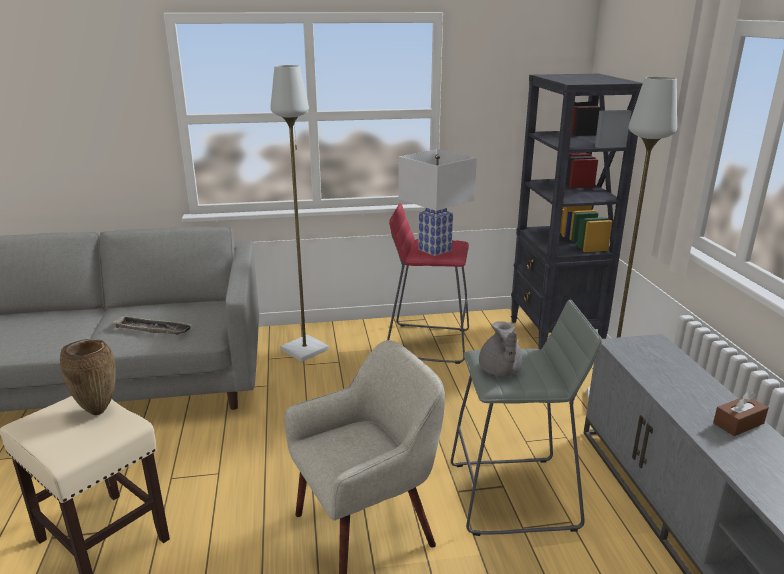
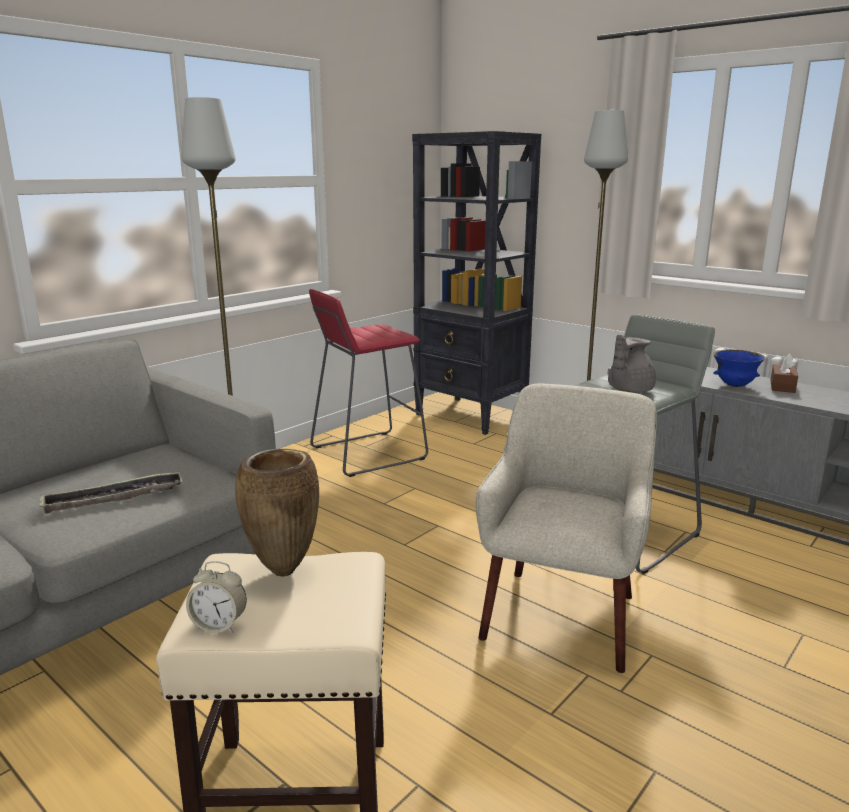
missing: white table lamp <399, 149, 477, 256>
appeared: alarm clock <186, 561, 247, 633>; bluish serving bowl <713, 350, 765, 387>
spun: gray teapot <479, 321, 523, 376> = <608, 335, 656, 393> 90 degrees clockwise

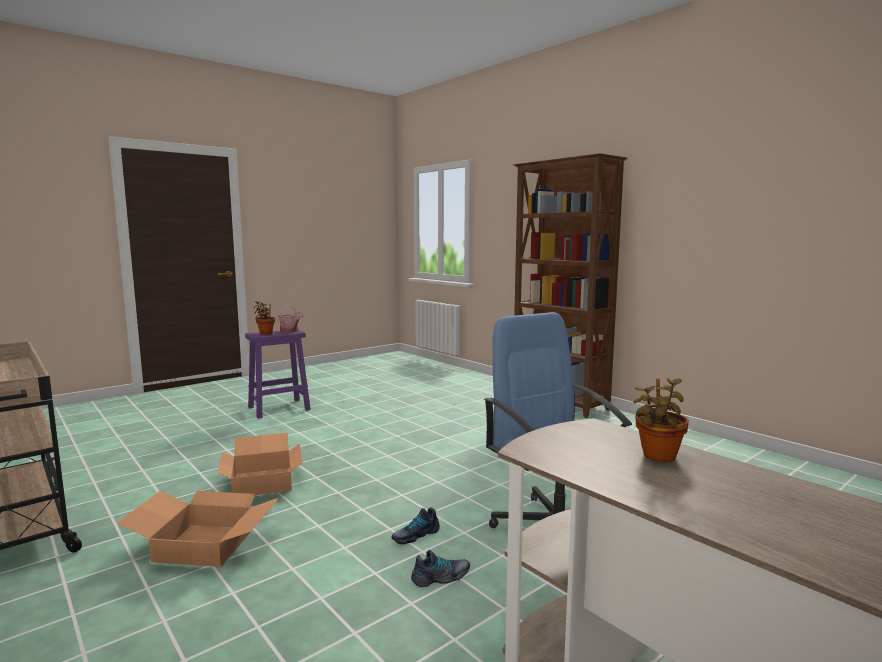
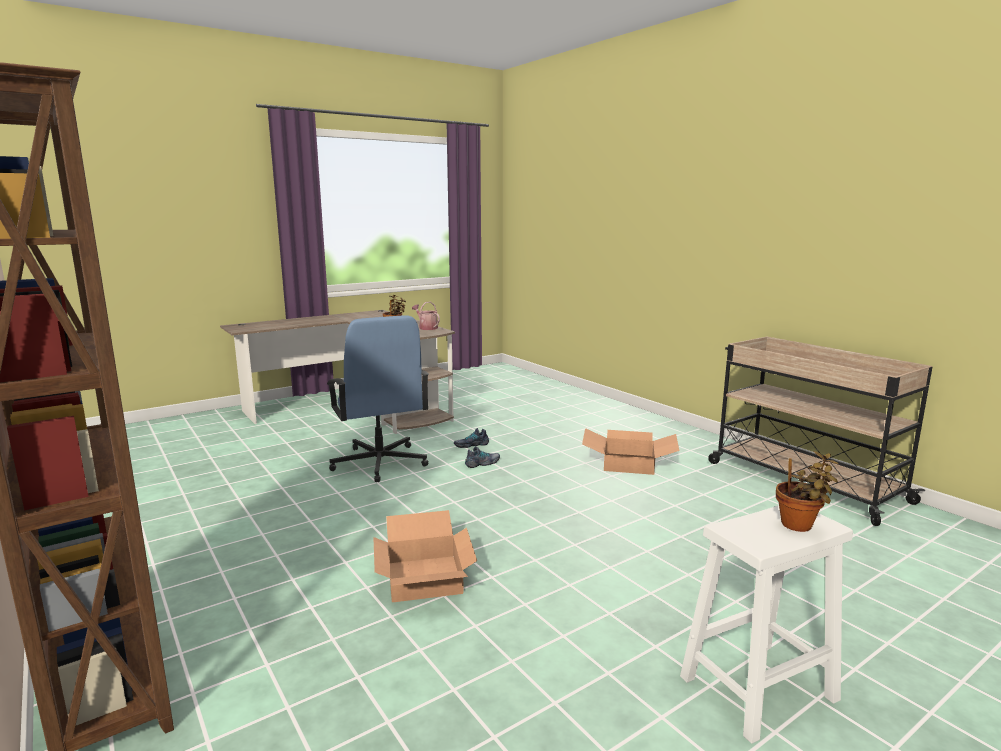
relocated: carton <217, 433, 302, 495> to <373, 510, 477, 602>; sprinkling can <279, 305, 304, 333> to <412, 302, 440, 330>
colour: purplish stool <245, 329, 311, 419> to white stool <680, 505, 853, 744>

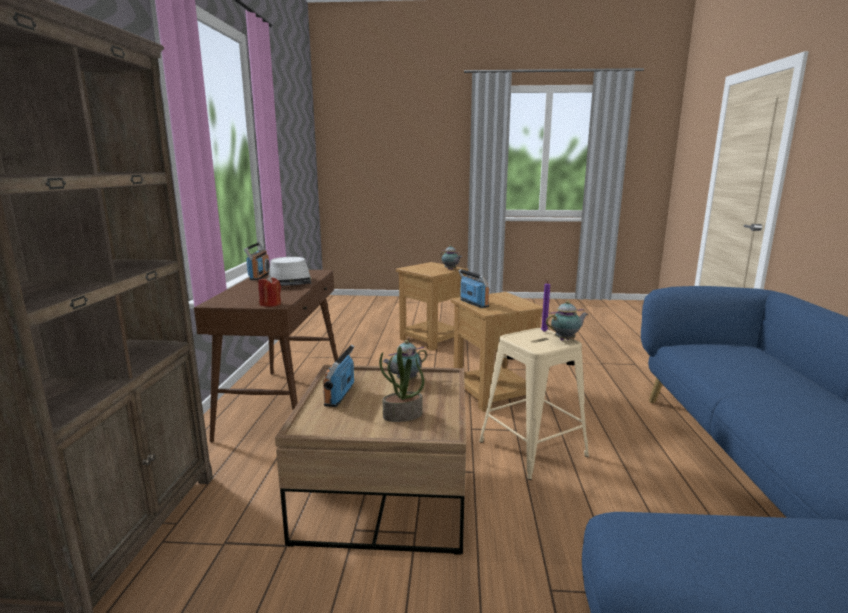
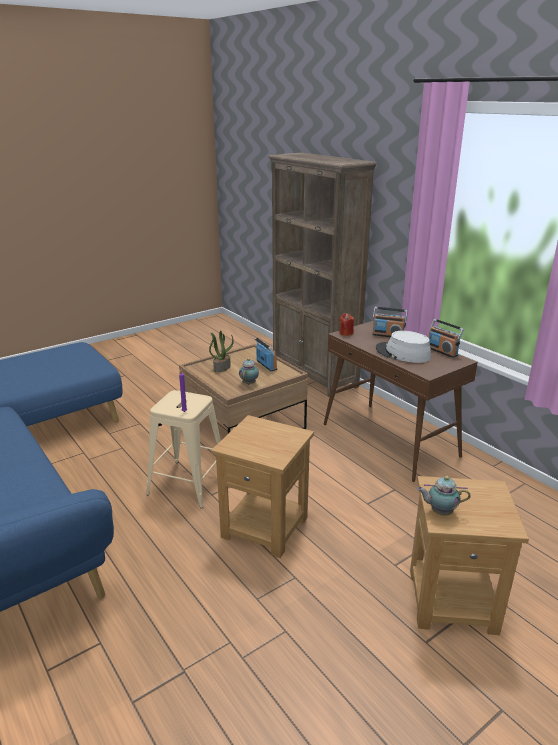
missing: teapot <546, 300, 589, 341>
relocated: radio receiver <459, 269, 489, 308> to <372, 307, 408, 337>

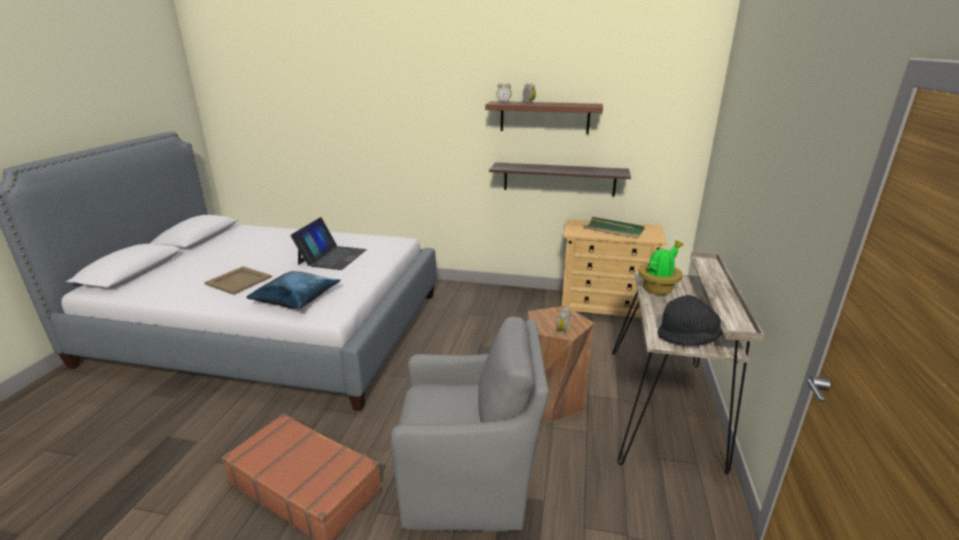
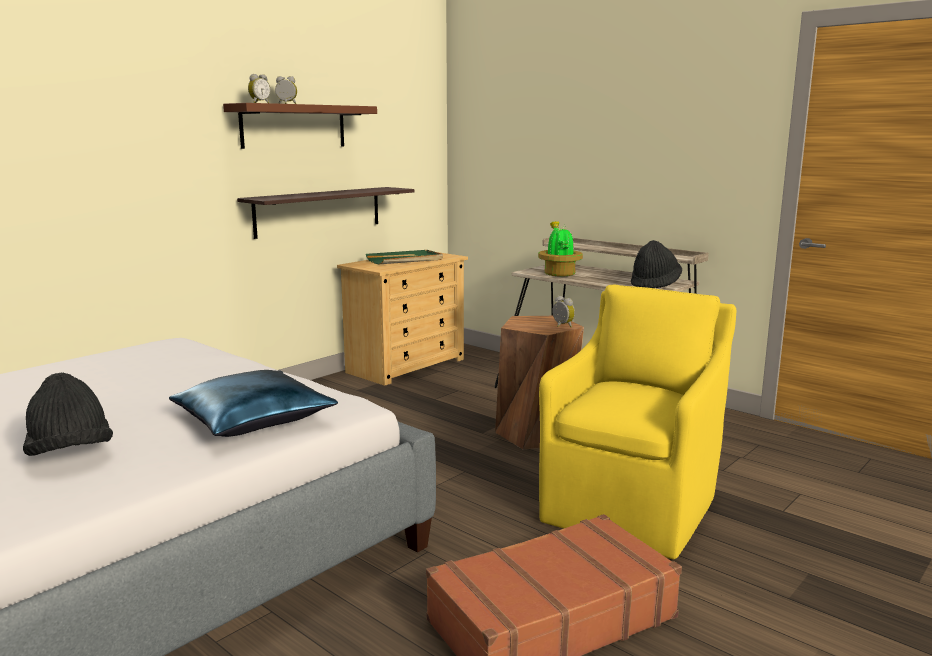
missing: laptop <290, 217, 367, 270>
exchanged: beige serving tray <204, 266, 272, 295> to blackish hat <23, 372, 113, 456>
colour: gray armchair <391, 317, 549, 531> to yellow armchair <539, 284, 736, 559>

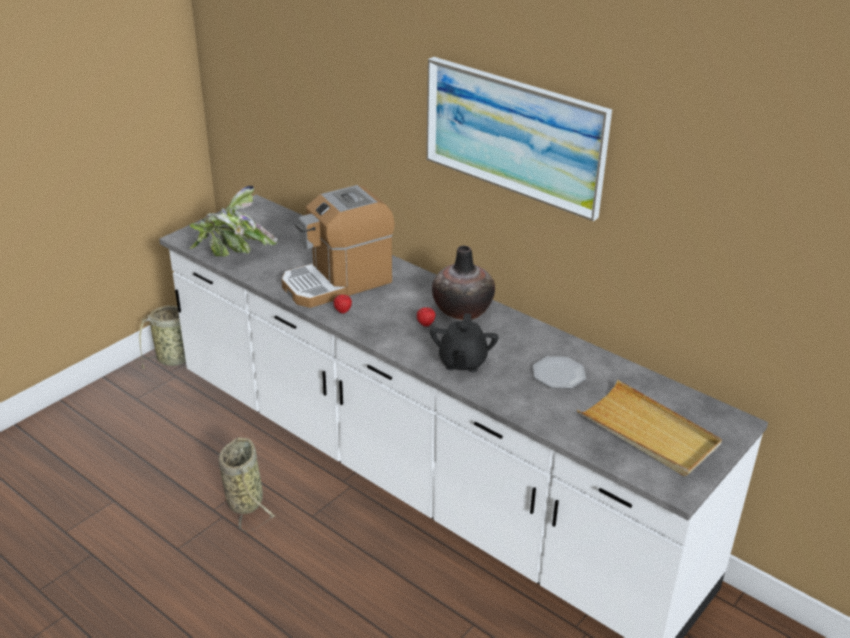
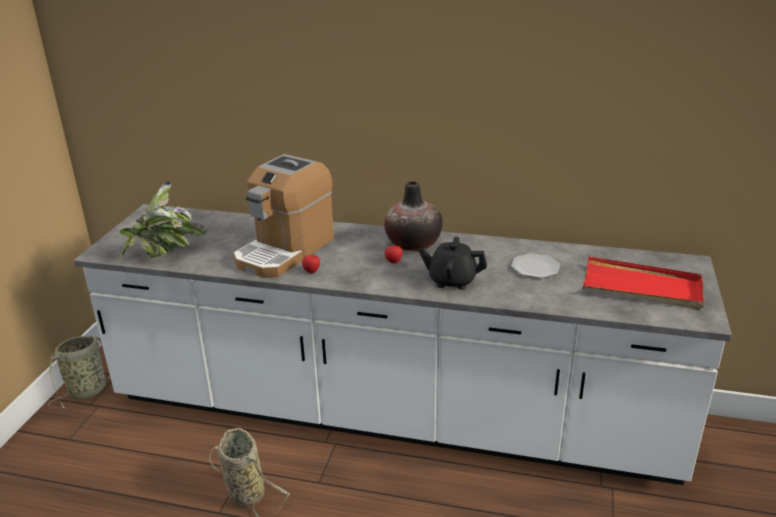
missing: wall picture <426, 57, 612, 221>
colour: beige serving tray <577, 380, 722, 476> to red-coloured serving tray <583, 256, 704, 310>
spun: blackish teapot <430, 313, 499, 373> = <418, 237, 487, 290> 120 degrees clockwise

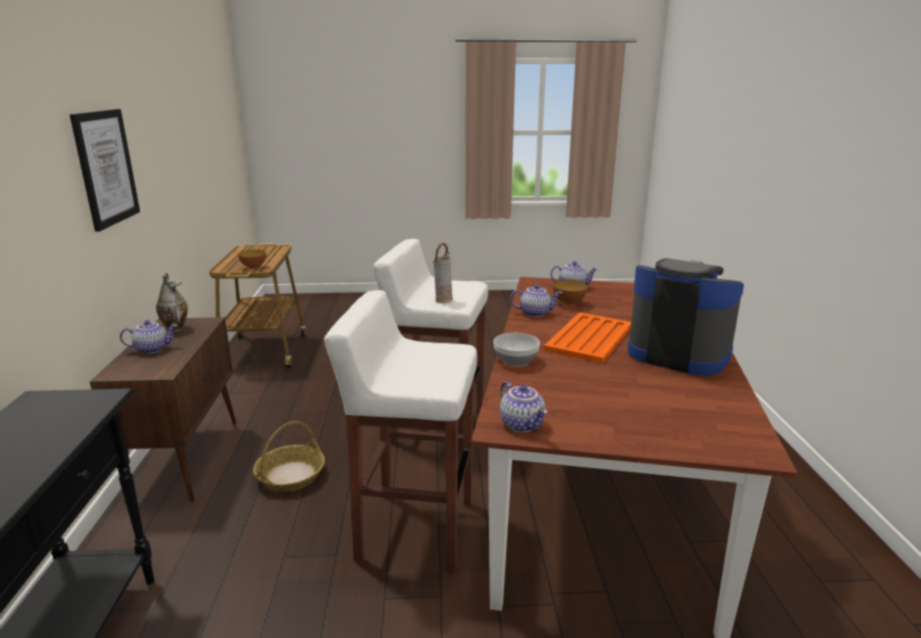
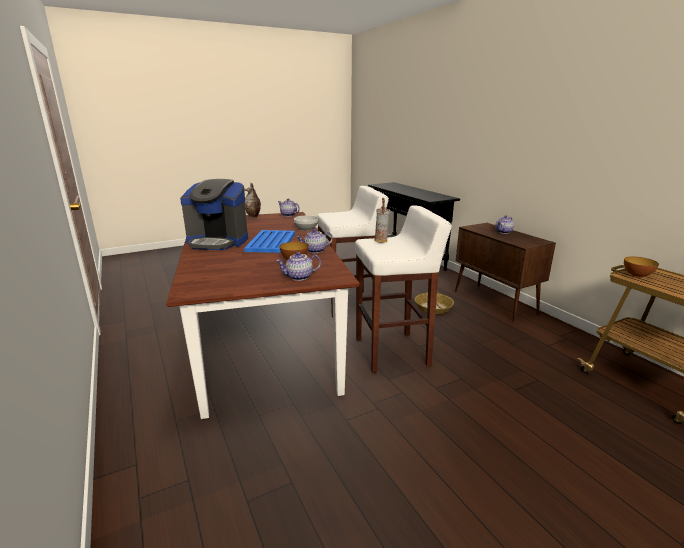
missing: wall picture <70, 109, 140, 232>
relocated: decorative vase <156, 273, 188, 332> to <244, 183, 261, 218>
colour: orange-coloured serving tray <544, 312, 631, 364> to bluish serving tray <244, 230, 295, 253>

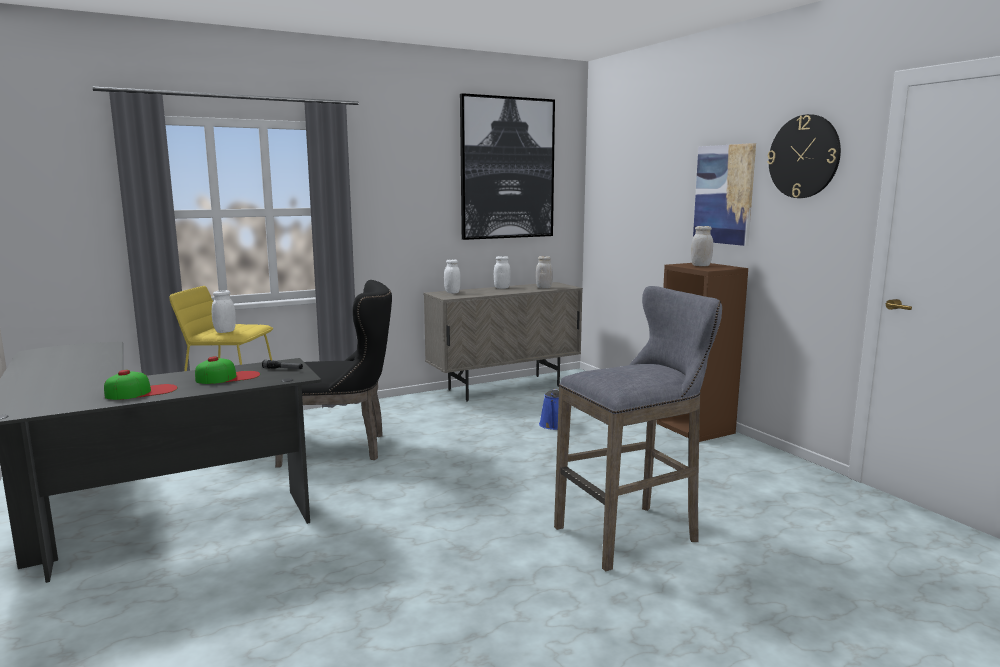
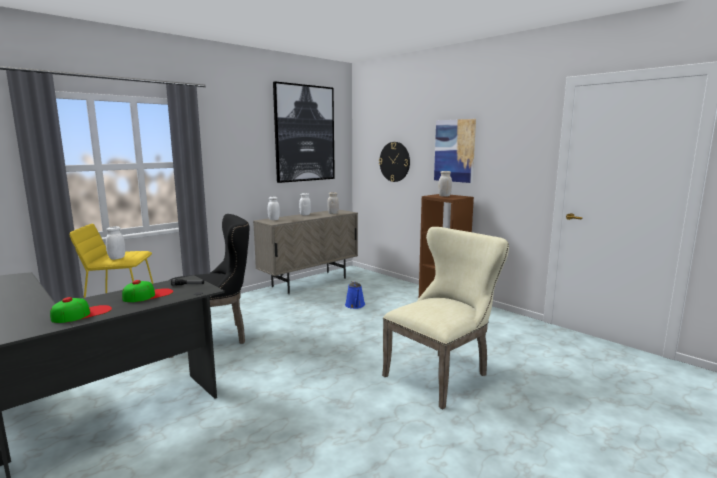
relocated: wall clock <767, 114, 841, 198> to <379, 142, 410, 182>
exchanged: gray stool <554, 286, 722, 572> to beige chair <382, 227, 509, 409>

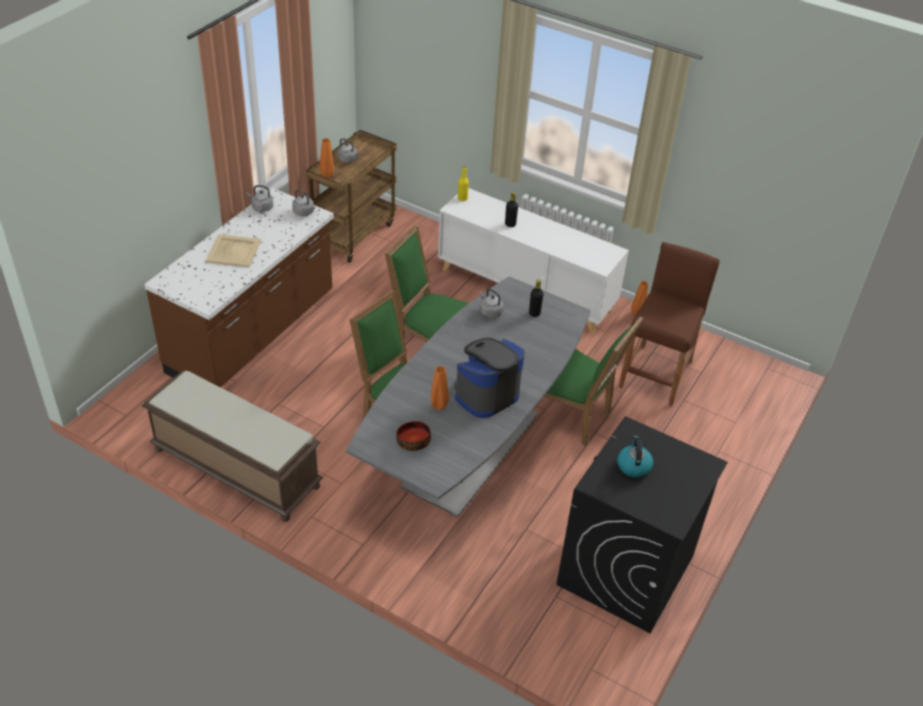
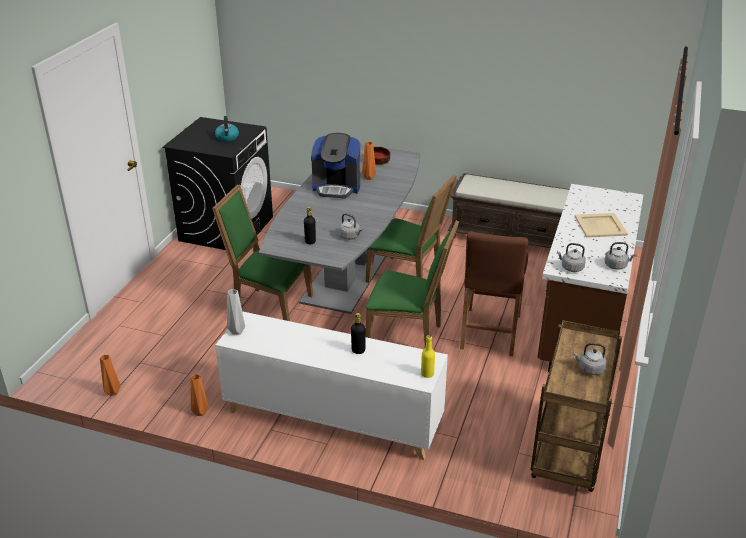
appeared: gray decorative vase <227, 289, 245, 335>
relocated: orange-coloured decorative vase <319, 138, 334, 178> to <100, 355, 120, 396>; brownish stool <619, 242, 720, 406> to <460, 231, 528, 356>
spun: coffee brewer <454, 338, 525, 418> = <311, 133, 360, 198> 60 degrees clockwise

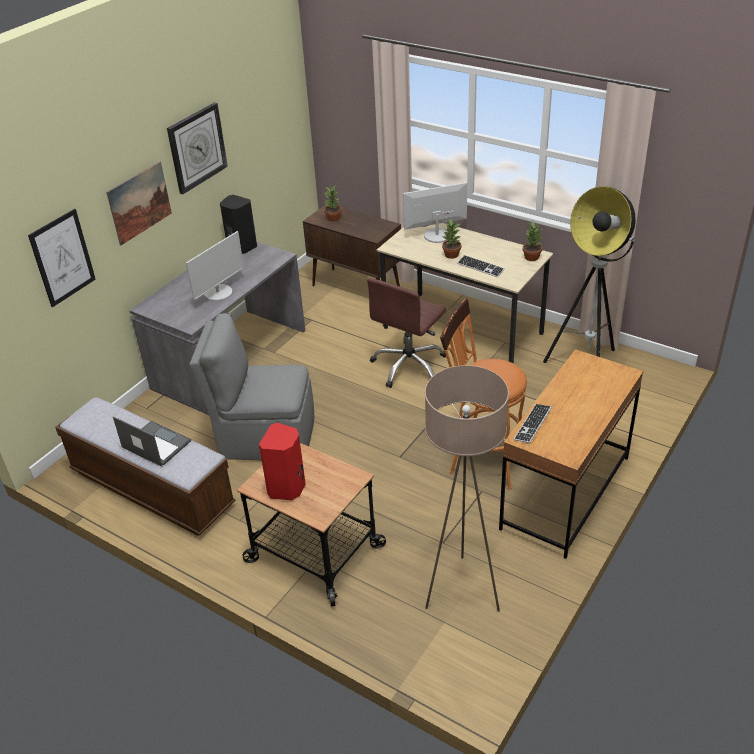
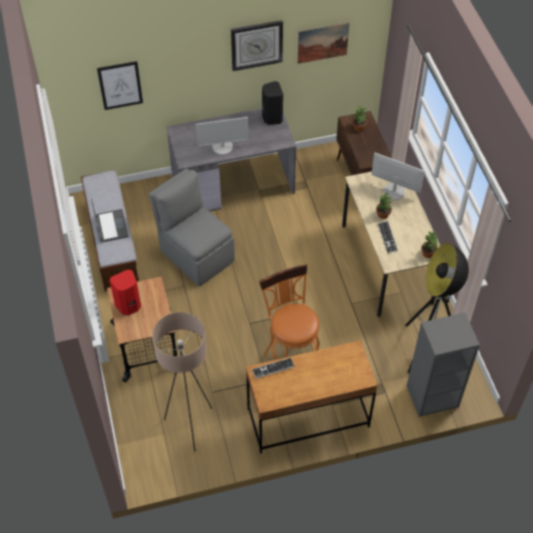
missing: brownish computer chair <367, 278, 446, 388>
appeared: gray shelving unit <407, 313, 480, 417>
relocated: wall picture <106, 161, 172, 245> to <298, 22, 349, 64>

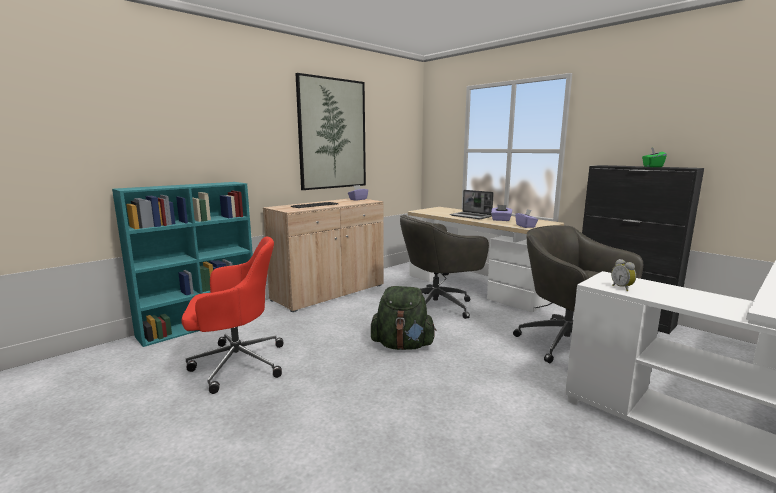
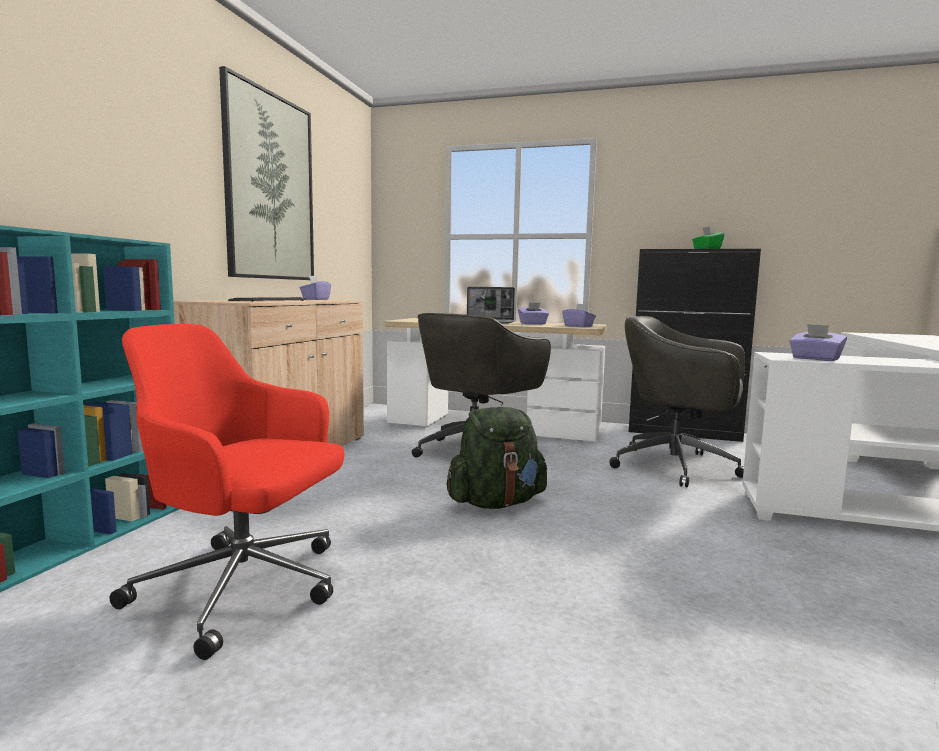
exchanged: alarm clock <611, 259, 636, 291> to purplish tissue box <789, 324, 847, 361>
spun: red-coloured computer chair <181, 237, 283, 394> = <110, 324, 344, 660> 120 degrees counterclockwise

